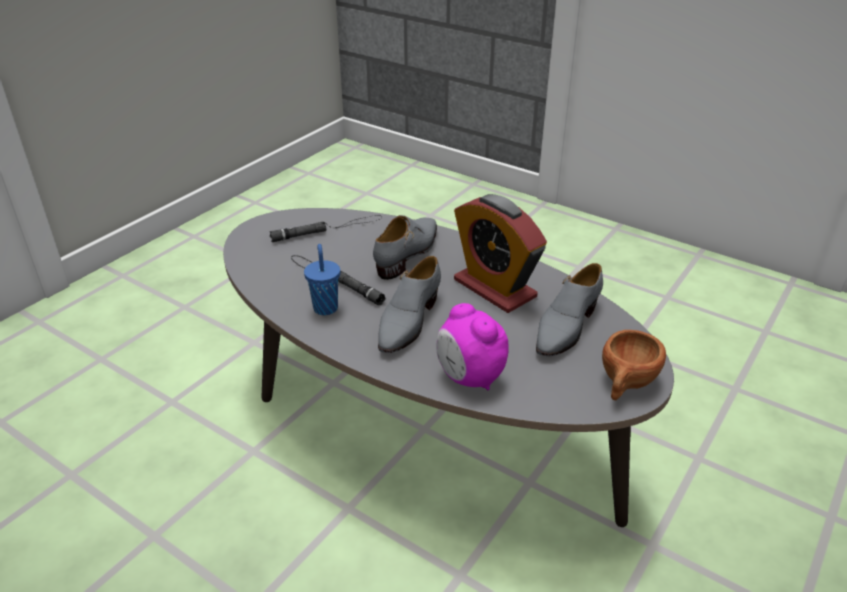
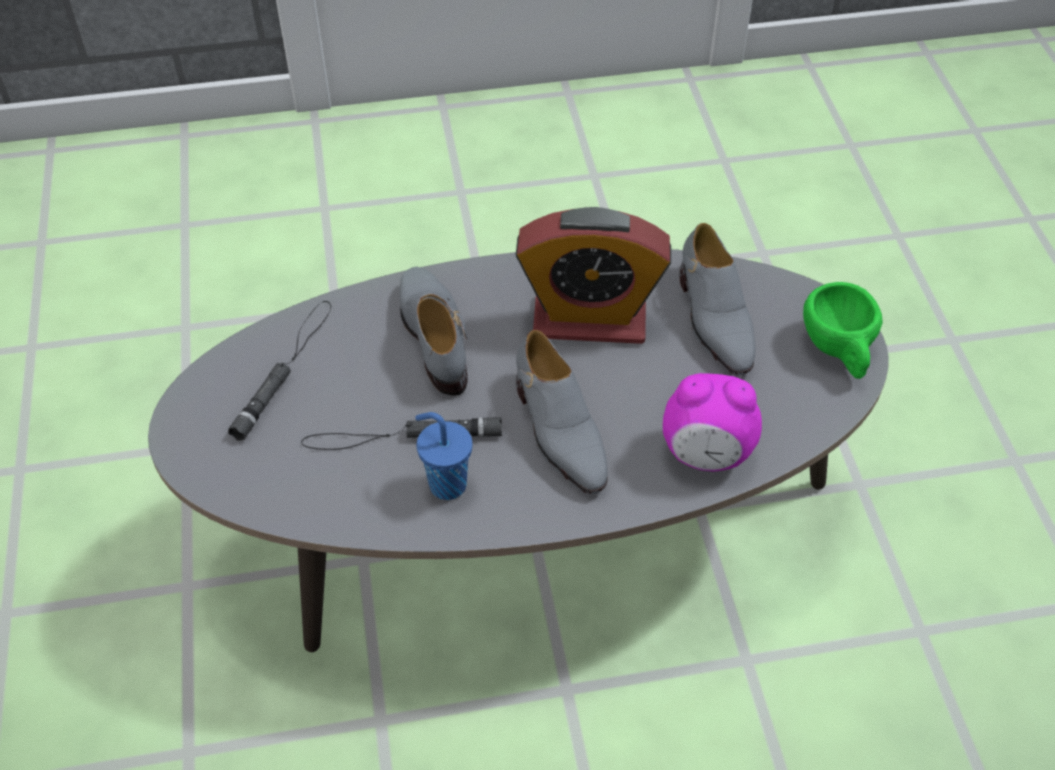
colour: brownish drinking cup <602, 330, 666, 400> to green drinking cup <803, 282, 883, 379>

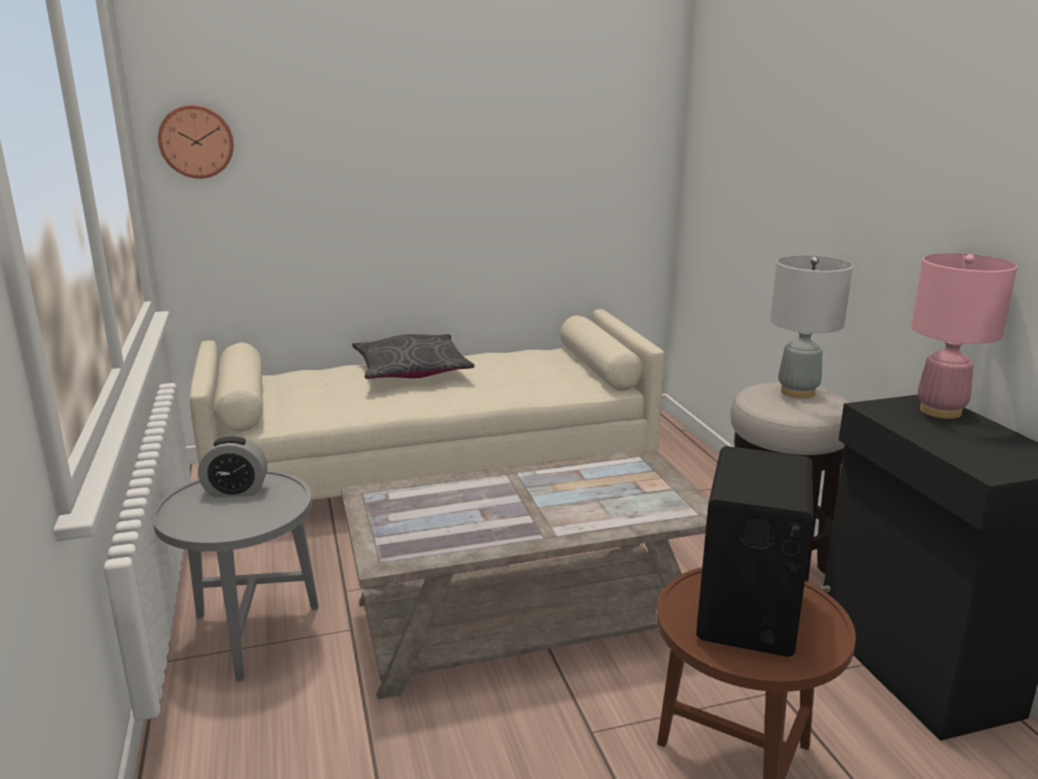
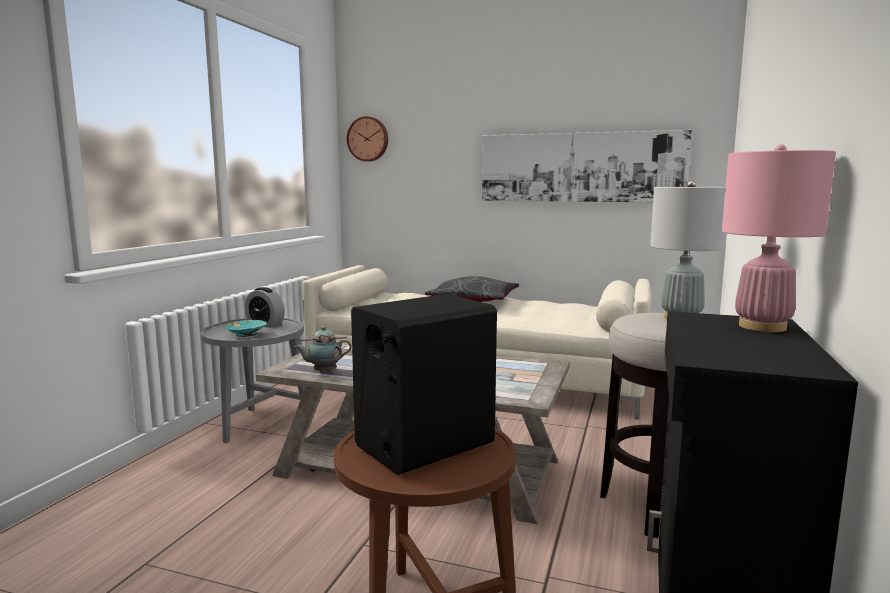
appeared: turquoise-coloured serving bowl <225, 320, 267, 337>; teapot <294, 326, 352, 373>; wall picture <482, 130, 692, 202>

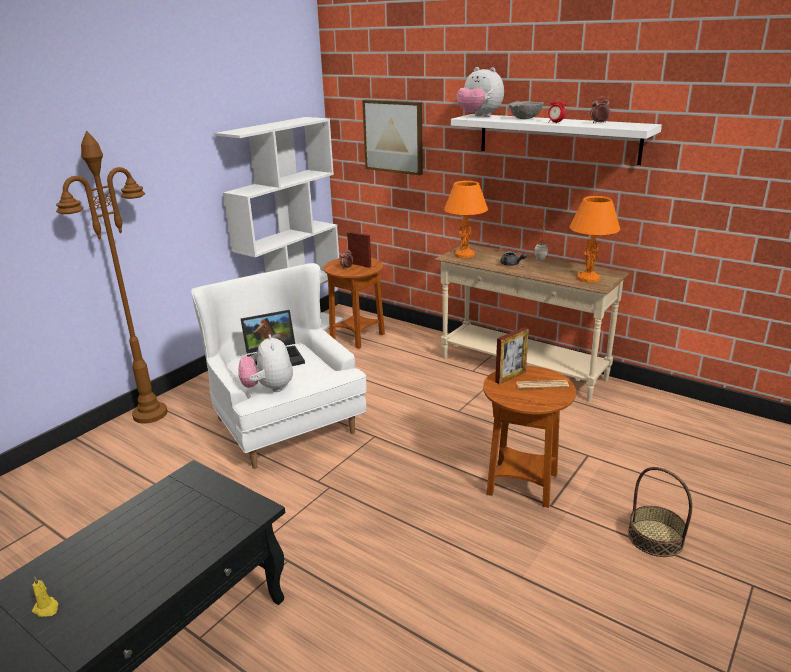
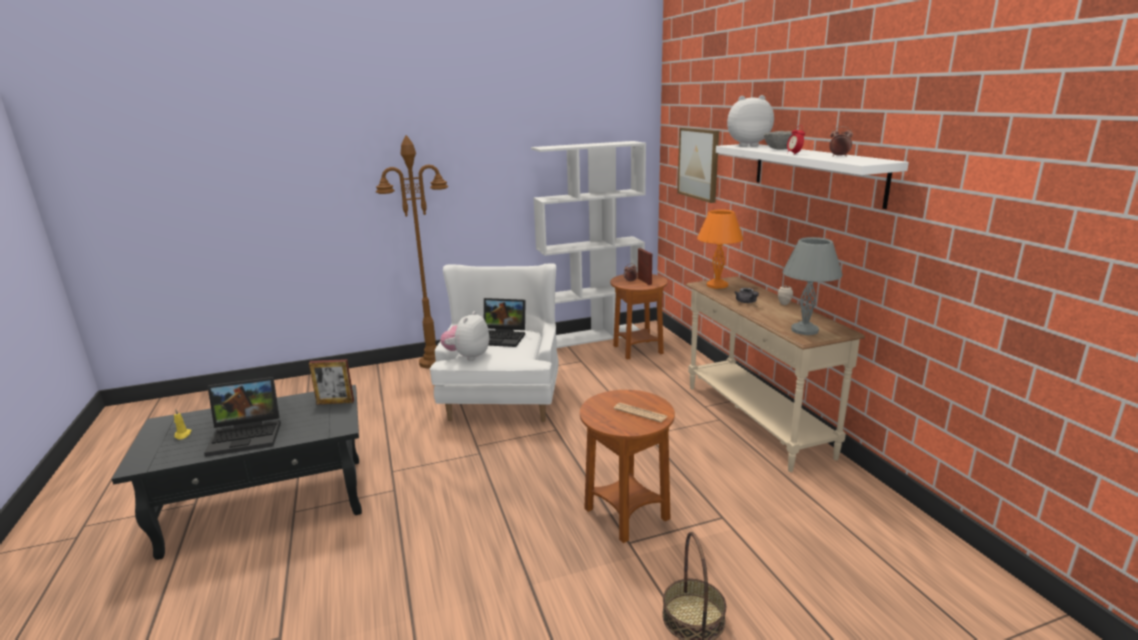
appeared: laptop <204, 377, 281, 457>
relocated: standing frame <495, 327, 529, 384> to <309, 359, 354, 404>
colour: orange-coloured table lamp <569, 196, 620, 282> to gray table lamp <782, 237, 842, 335>
spun: cuddly toy <456, 67, 504, 117> = <727, 95, 774, 147> 105 degrees clockwise

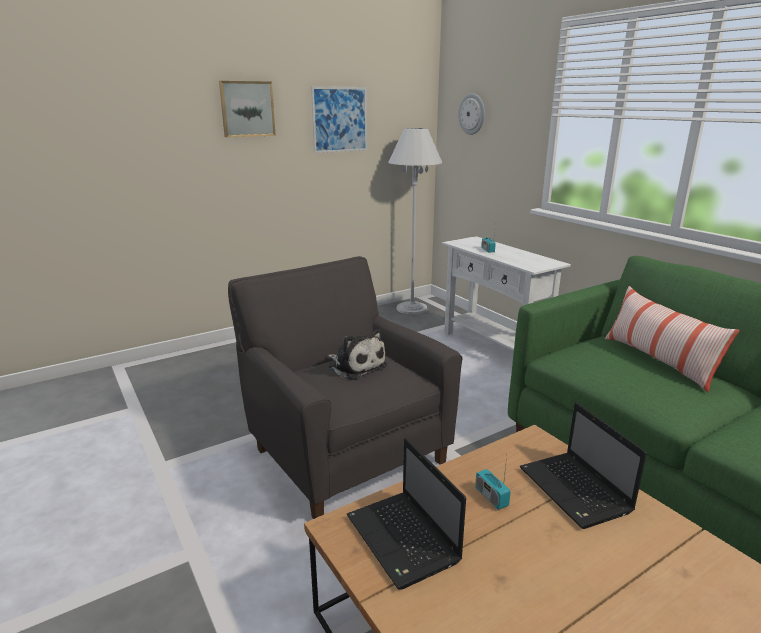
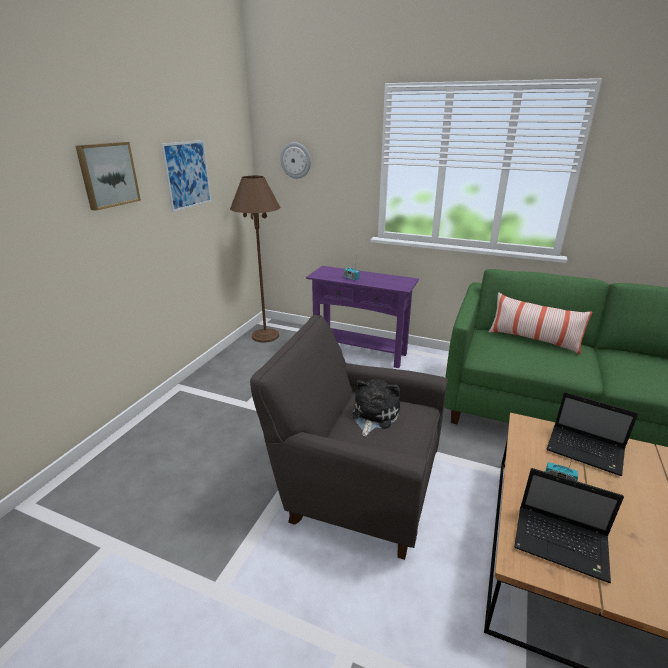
colour: white standing lamp <388, 128, 442, 315> to brownish standing lamp <230, 176, 281, 343>; white hall table <442, 236, 571, 351> to purplish hall table <306, 266, 419, 368>
spun: cuddly toy <328, 329, 387, 380> = <351, 379, 400, 437> 75 degrees counterclockwise

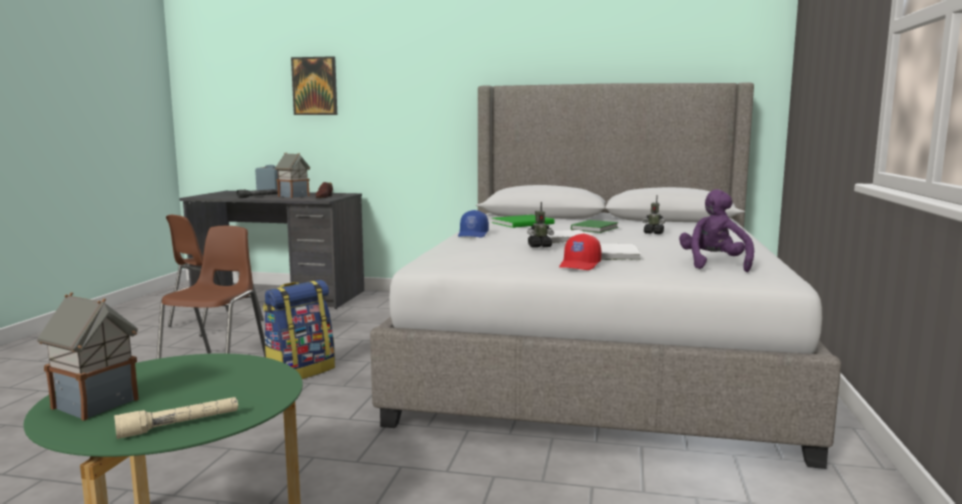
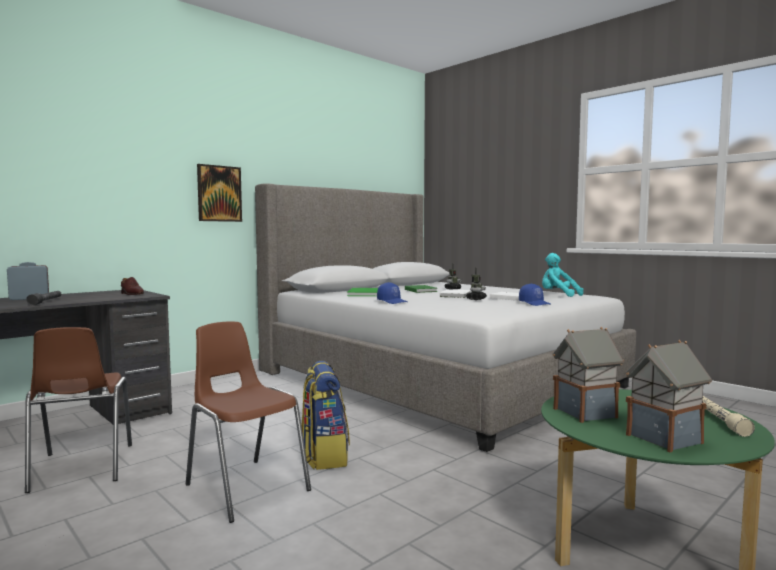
relocated: model house <275, 153, 310, 198> to <553, 327, 624, 423>; wall picture <291, 56, 337, 115> to <197, 164, 242, 222>
colour: red-coloured baseball cap <559, 233, 601, 270> to bluish baseball cap <519, 283, 551, 306>; purplish cuddly toy <679, 189, 754, 272> to turquoise-coloured cuddly toy <542, 253, 584, 297>

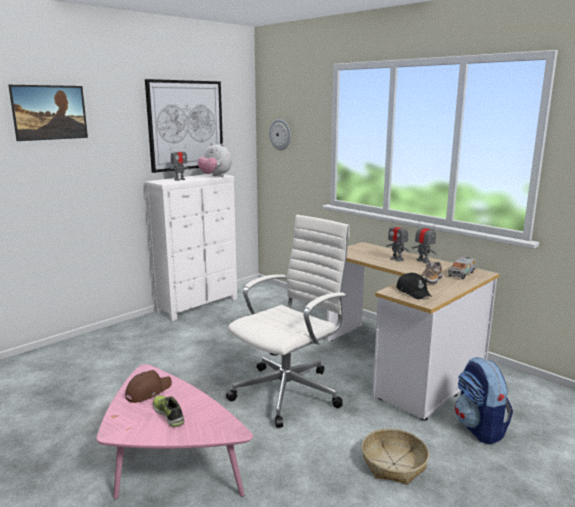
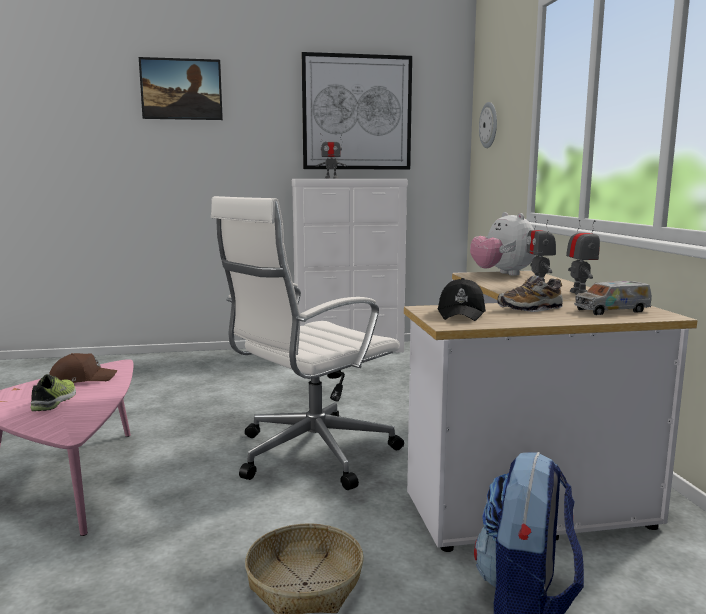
relocated: cuddly toy <198, 143, 232, 177> to <470, 212, 535, 276>
spun: white computer chair <226, 215, 350, 428> = <211, 196, 404, 490> 150 degrees clockwise

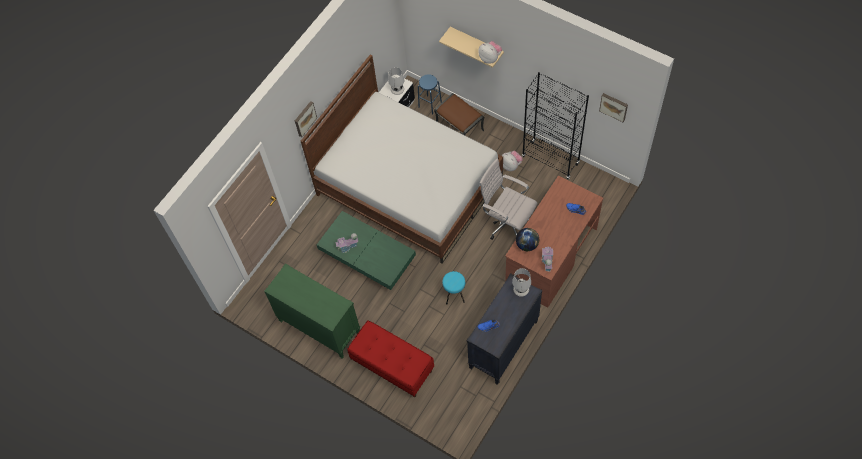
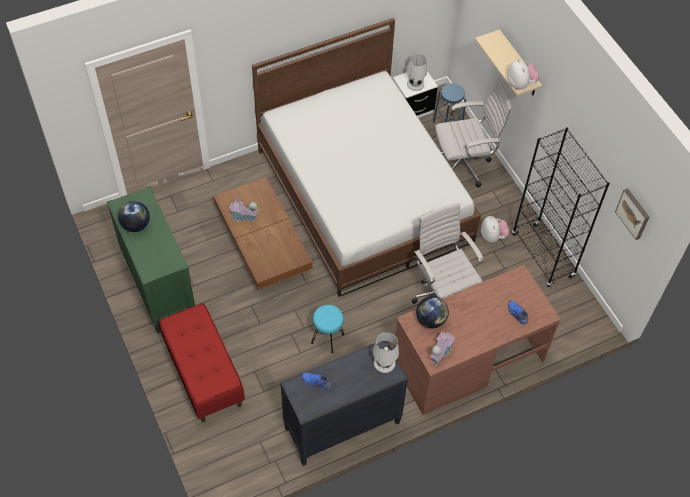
missing: wall picture <295, 101, 317, 137>
appeared: desk globe <118, 201, 150, 232>
exchanged: brownish footrest <434, 93, 484, 136> to white computer chair <435, 78, 512, 187>
colour: green lounge table <317, 211, 416, 290> to brownish lounge table <213, 177, 313, 290>

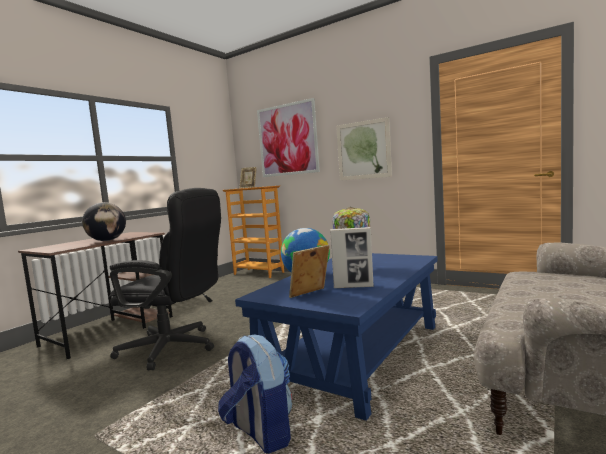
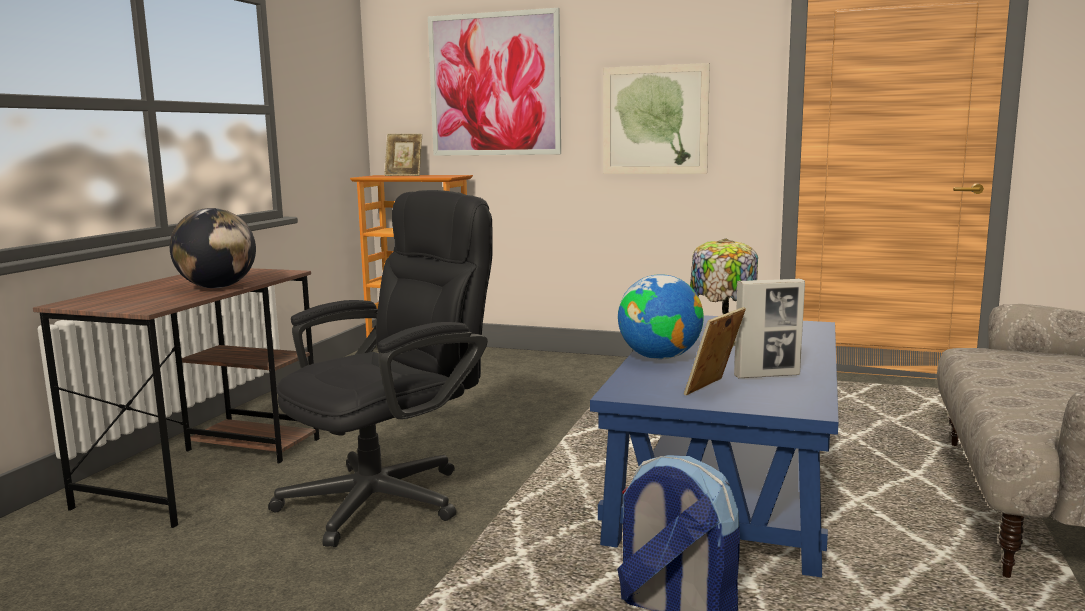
spun: blackish computer chair <109, 188, 221, 371> = <268, 190, 492, 547> 45 degrees counterclockwise

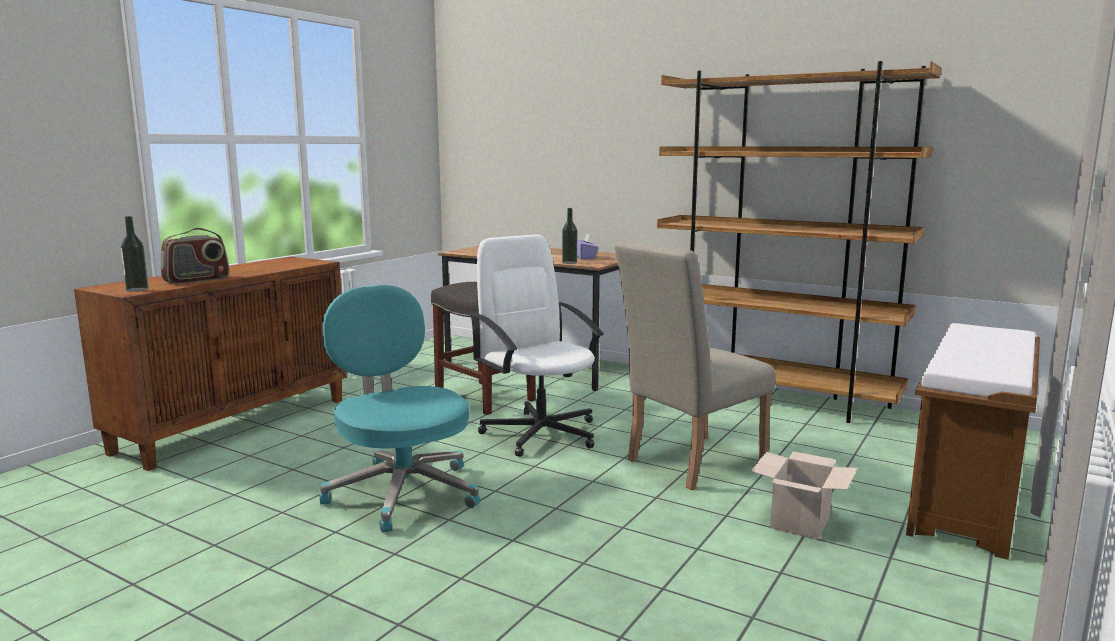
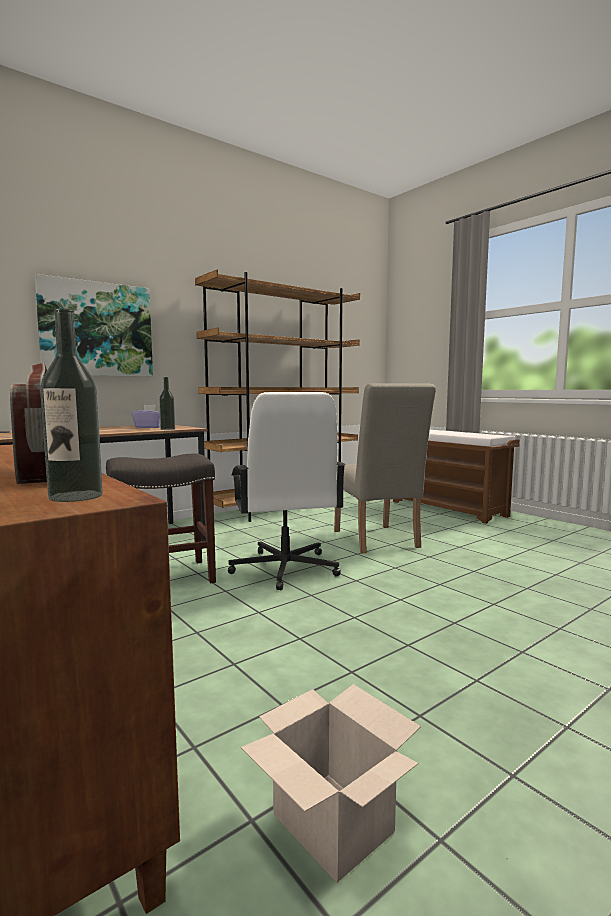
missing: turquoise-coloured computer chair <320, 285, 480, 533>
appeared: wall picture <35, 274, 153, 377>
relocated: carton <751, 451, 857, 540> to <241, 684, 421, 883>
spun: white computer chair <470, 234, 604, 457> = <228, 392, 346, 591> 90 degrees counterclockwise

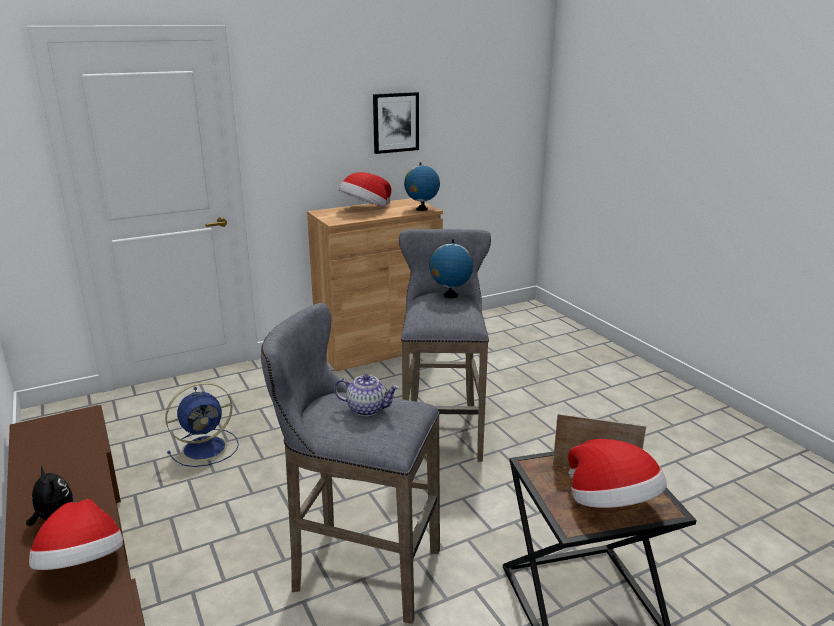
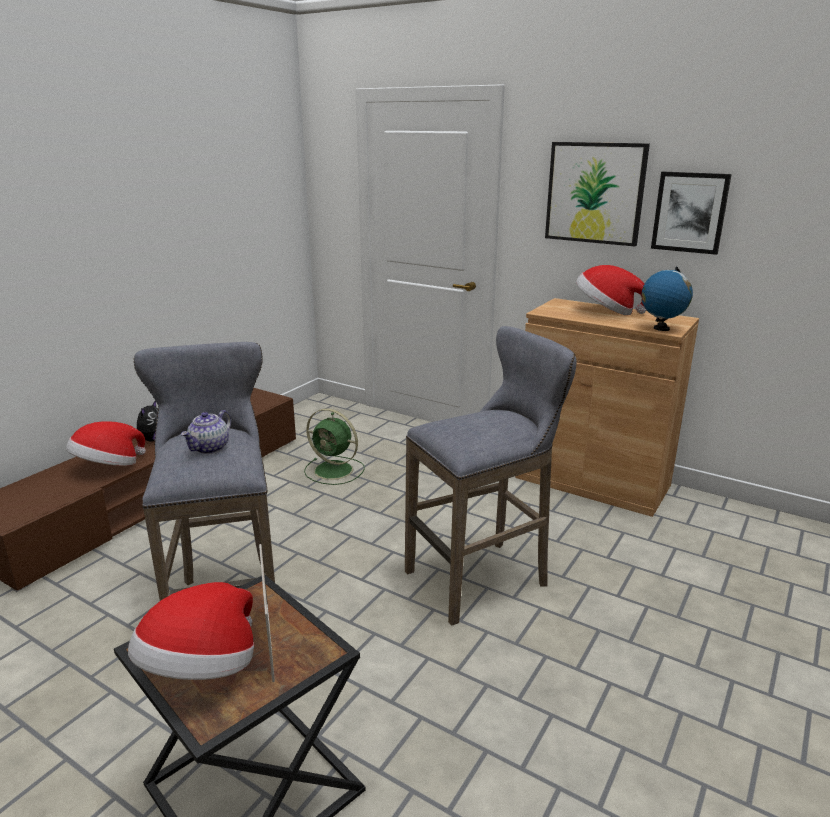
missing: desk globe <429, 240, 473, 298>
appeared: wall picture <545, 142, 650, 246>
colour: bluish fan <165, 382, 239, 467> to green fan <304, 409, 365, 485>
spun: teapot <334, 374, 399, 416> = <181, 410, 231, 454> 45 degrees clockwise

